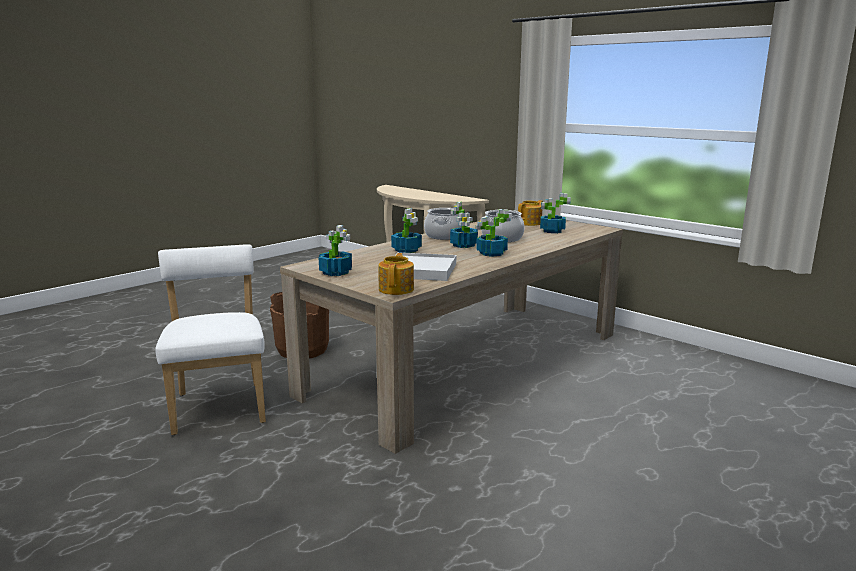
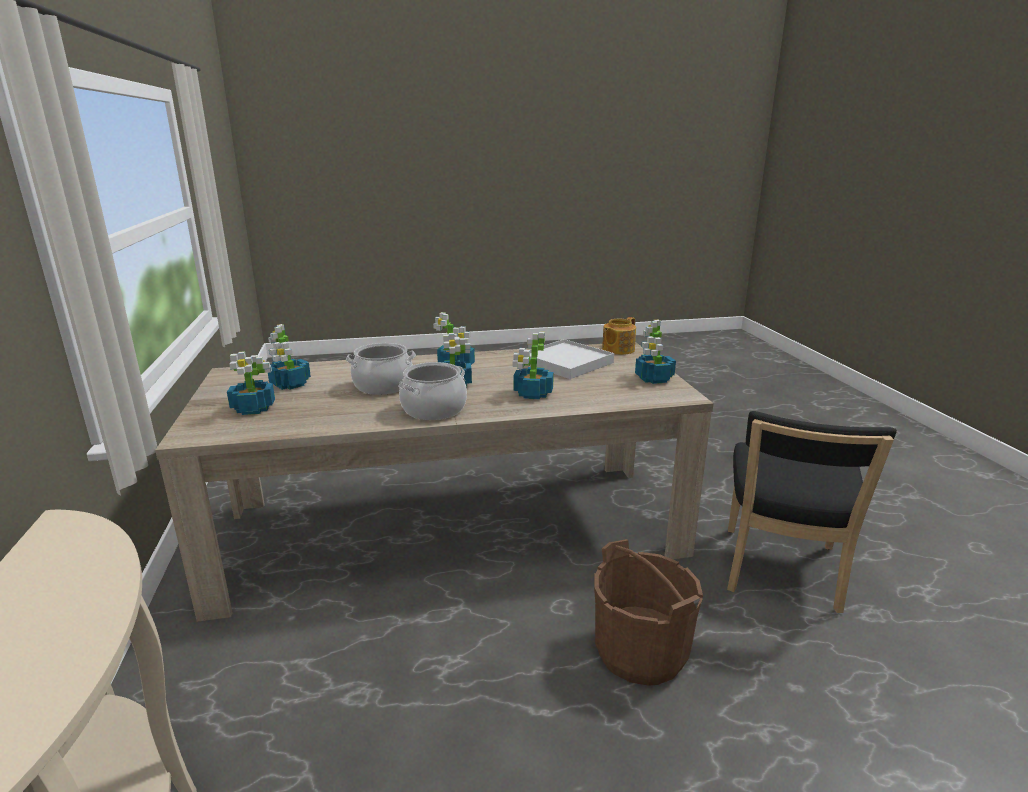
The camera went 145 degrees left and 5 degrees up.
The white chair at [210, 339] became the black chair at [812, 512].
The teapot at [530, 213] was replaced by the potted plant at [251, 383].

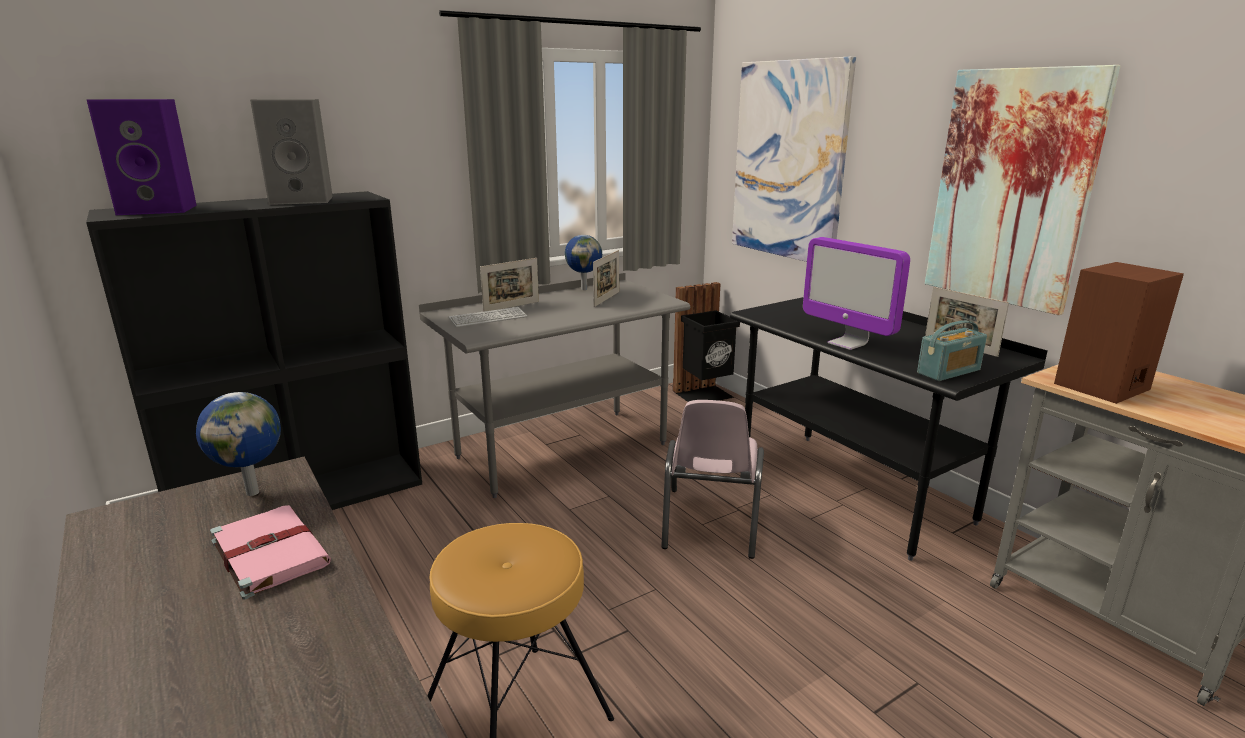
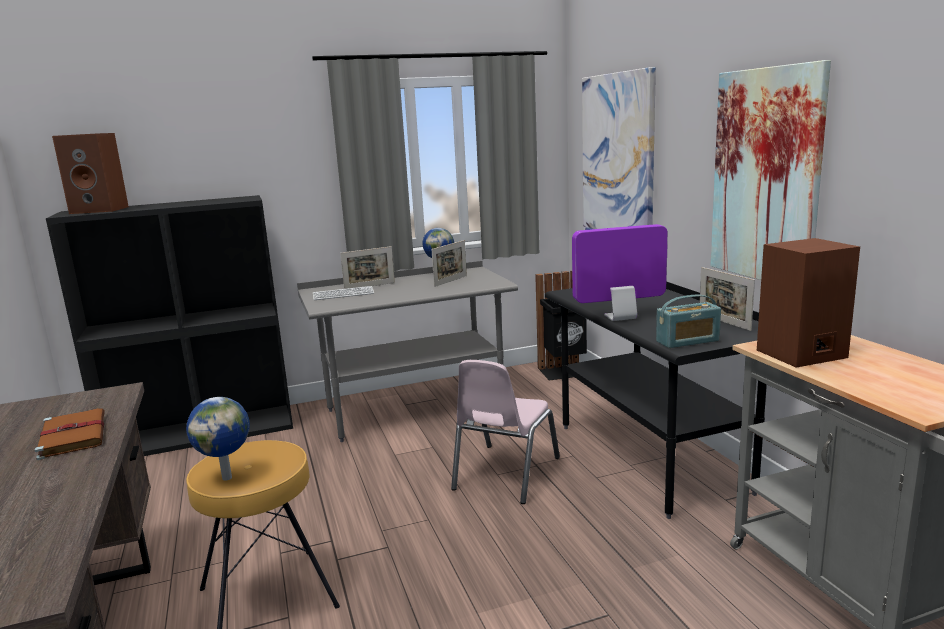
The camera went 15 degrees right and 5 degrees down.
The purple speaker at [142, 157] became the brown speaker at [90, 173].
The globe moved from [238, 444] to [218, 439].
The pink book at [270, 552] became the brown book at [70, 434].
The grey speaker at [291, 152] disappeared.
The monitor at [856, 293] turned 105 degrees clockwise.

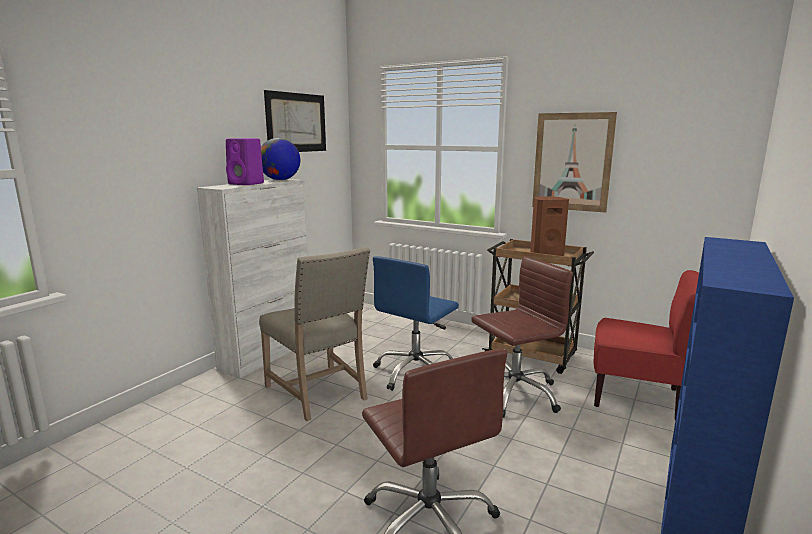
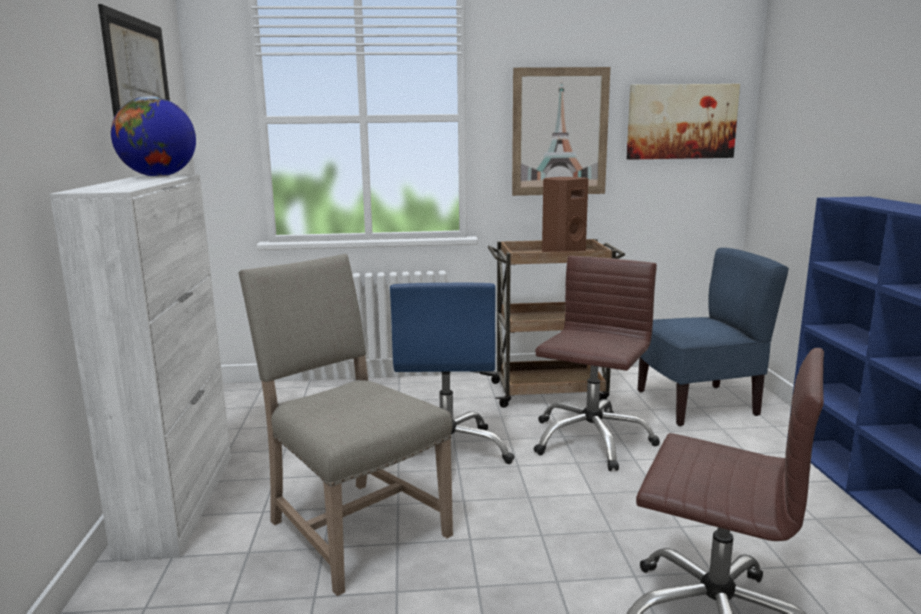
The camera went 35 degrees left and 0 degrees up.
The purple speaker at [245, 161] disappeared.
The beige chair at [314, 334] turned 150 degrees counterclockwise.
The red chair at [646, 345] became the blue chair at [713, 337].
The picture at [683, 122] appeared.

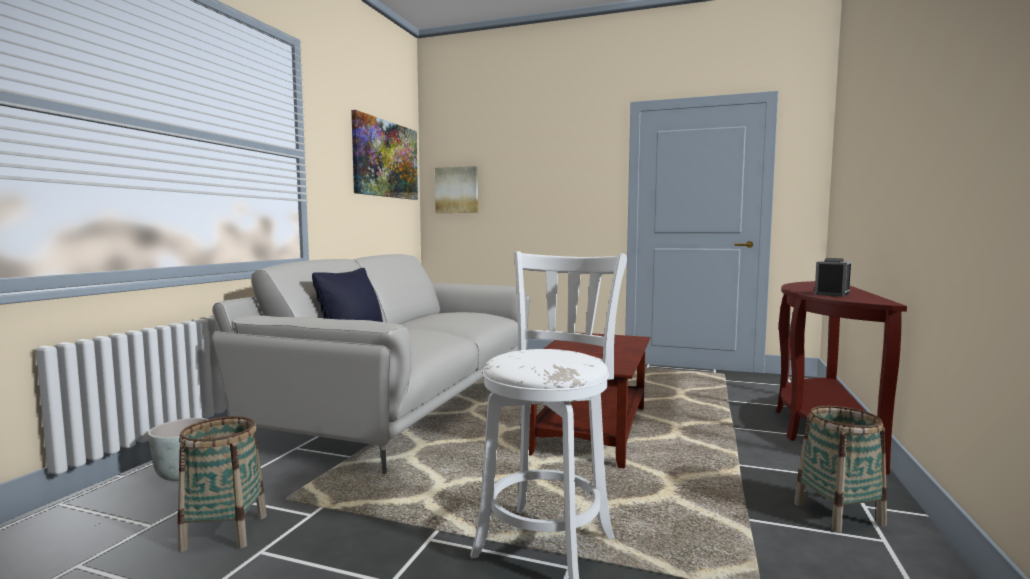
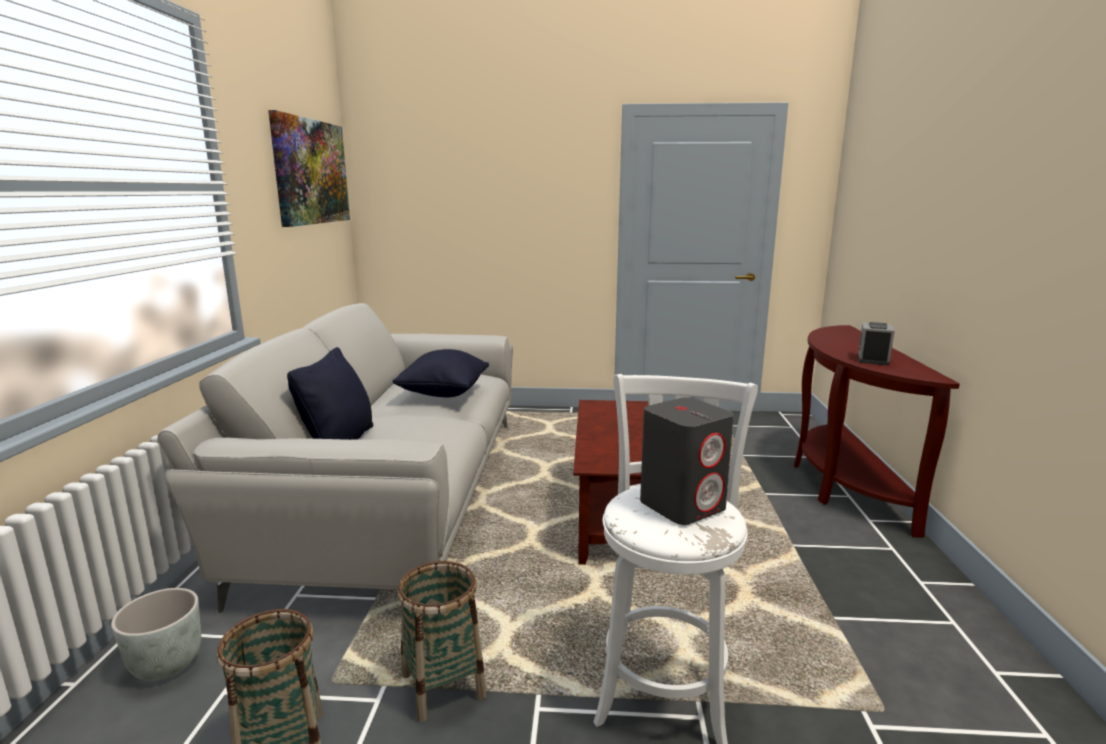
The camera went 15 degrees left and 10 degrees up.
The picture at [456, 189] disappeared.
The basket moved from [840, 469] to [441, 641].
The black pillow at [441, 373] appeared.
The grey speaker at [687, 461] appeared.

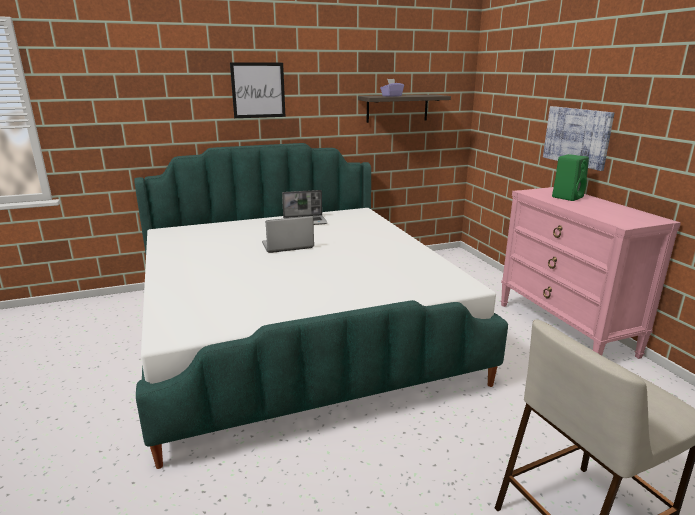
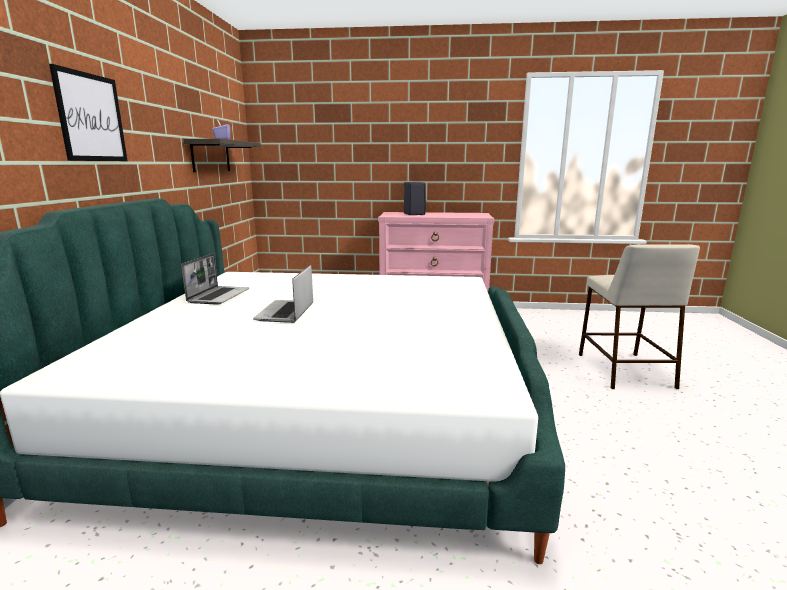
The camera went 65 degrees left and 5 degrees down.
The picture at [578, 138] disappeared.
The green speaker at [570, 177] became the black speaker at [415, 198].

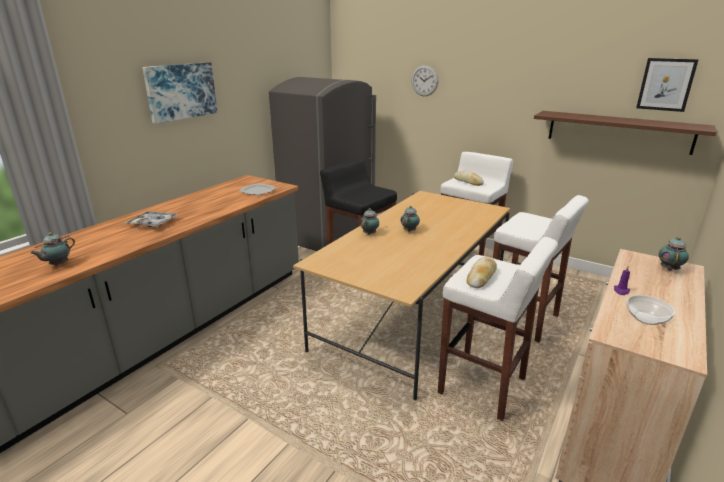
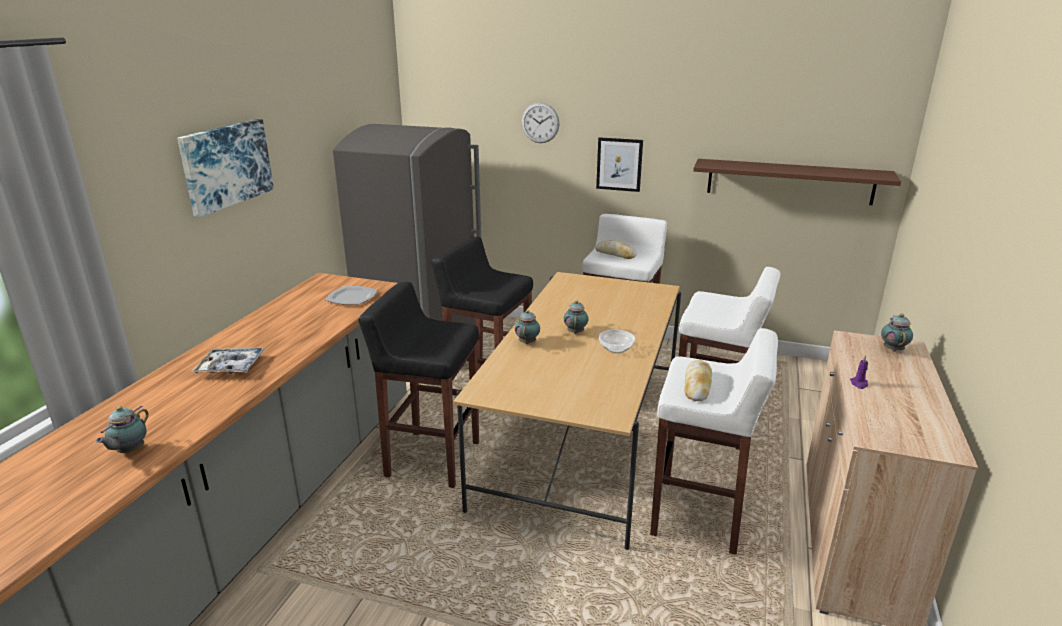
The camera went 15 degrees left and 0 degrees up.
The bowl moved from [651, 310] to [617, 341].
The picture moved from [667, 85] to [619, 164].
The black stool at [418, 385] appeared.

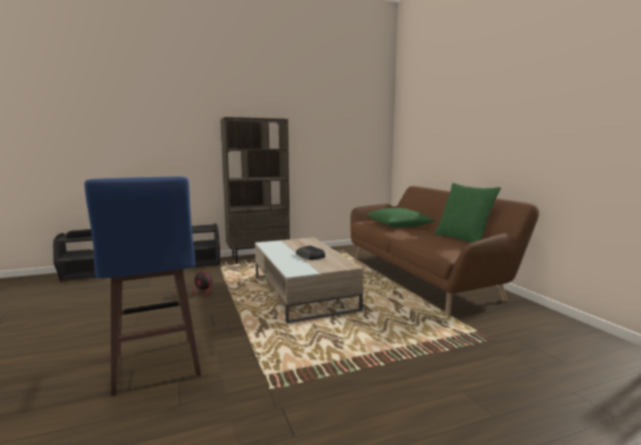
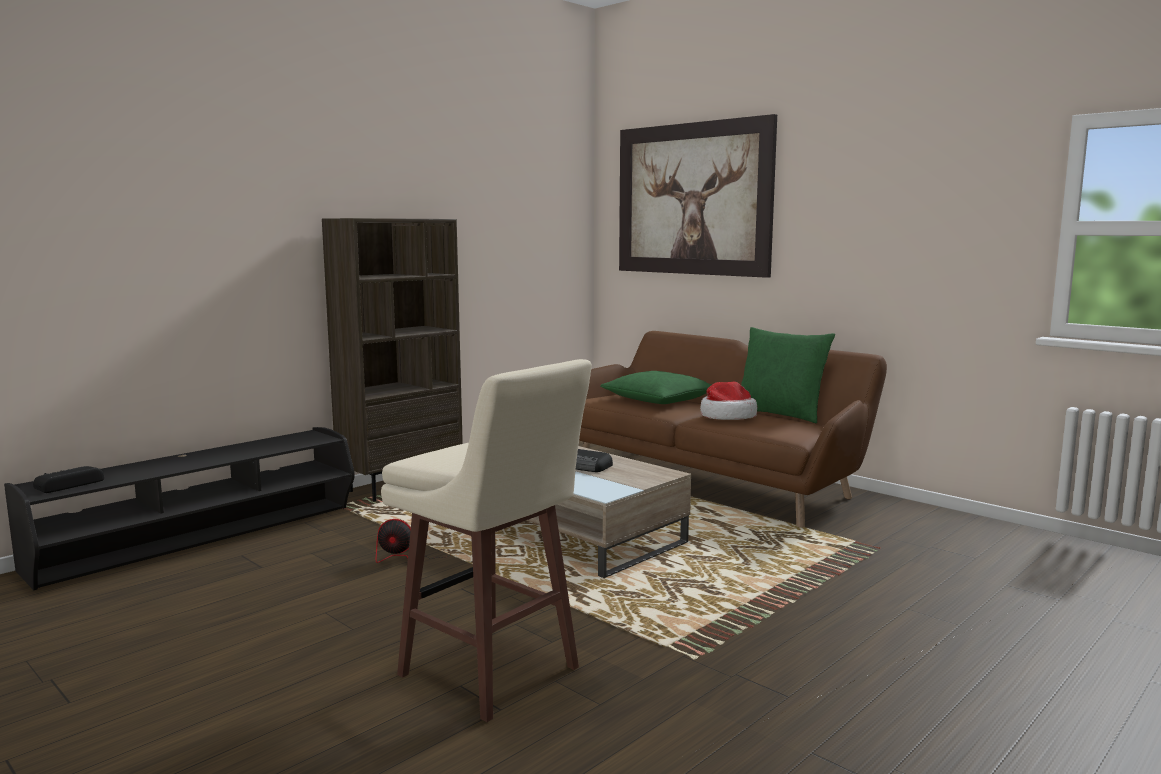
The camera went 25 degrees left and 0 degrees up.
The blue stool at [142, 286] became the beige stool at [486, 540].
The picture at [698, 196] appeared.
The hat at [728, 400] appeared.

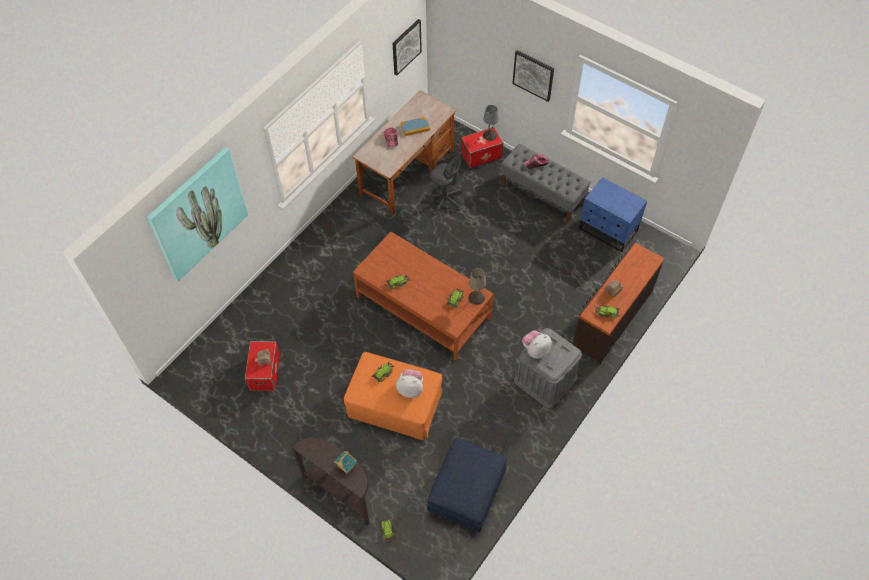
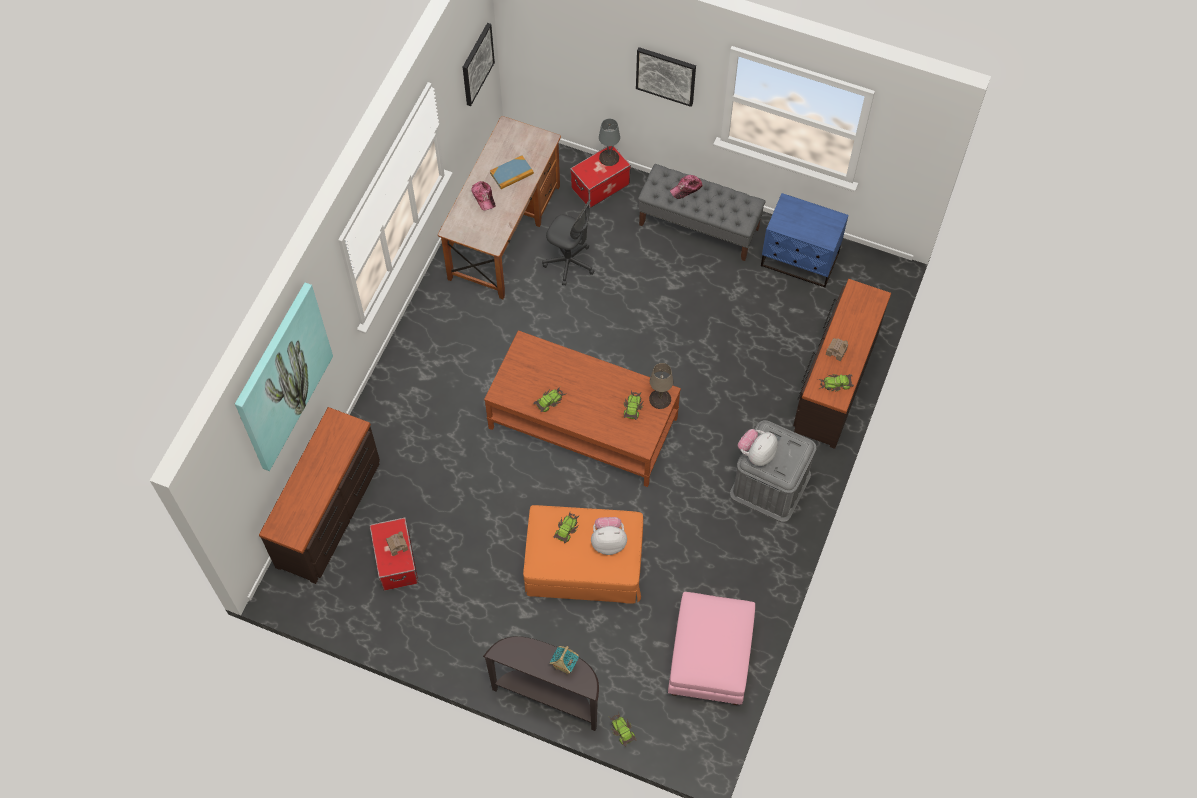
The camera went 15 degrees left and 5 degrees up.
The blue ottoman at [467, 485] became the pink ottoman at [711, 648].
The brown dresser at [319, 495] appeared.

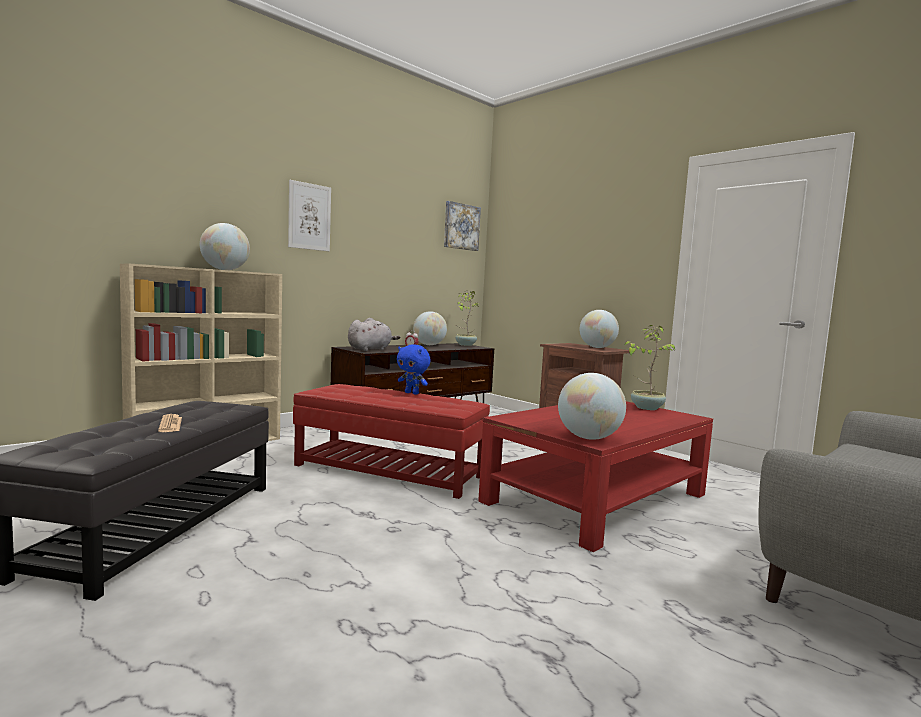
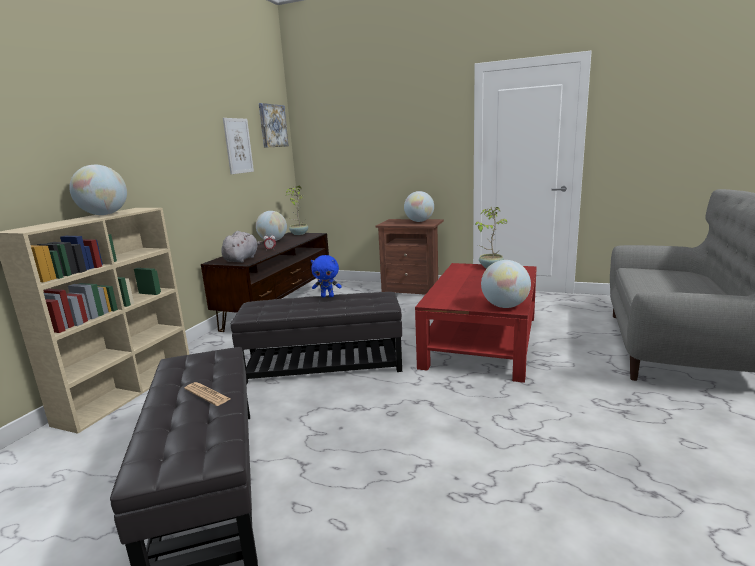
The camera went 25 degrees left and 10 degrees up.
The picture moved from [309, 215] to [238, 146].
The red ottoman at [391, 441] became the black ottoman at [316, 338].

